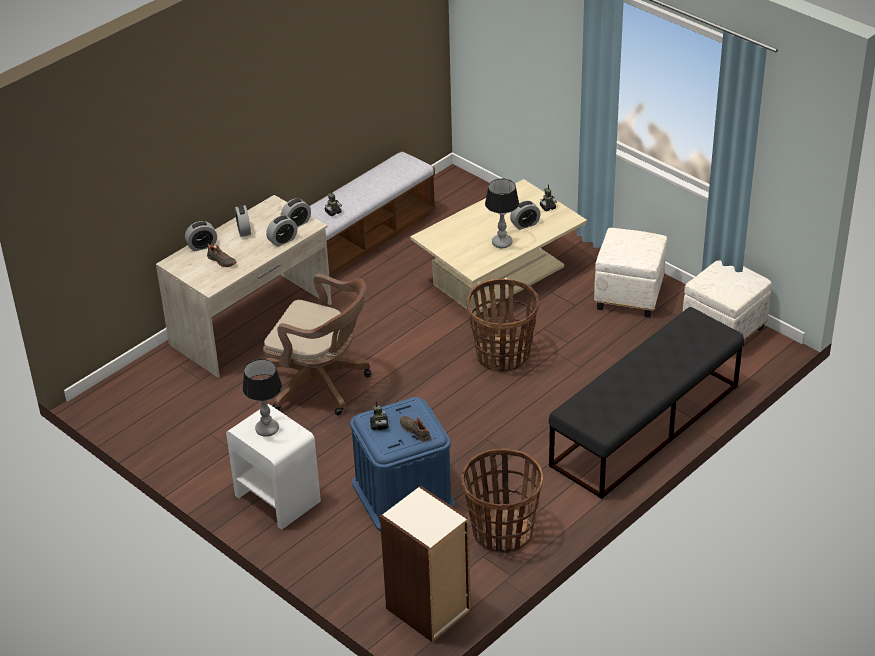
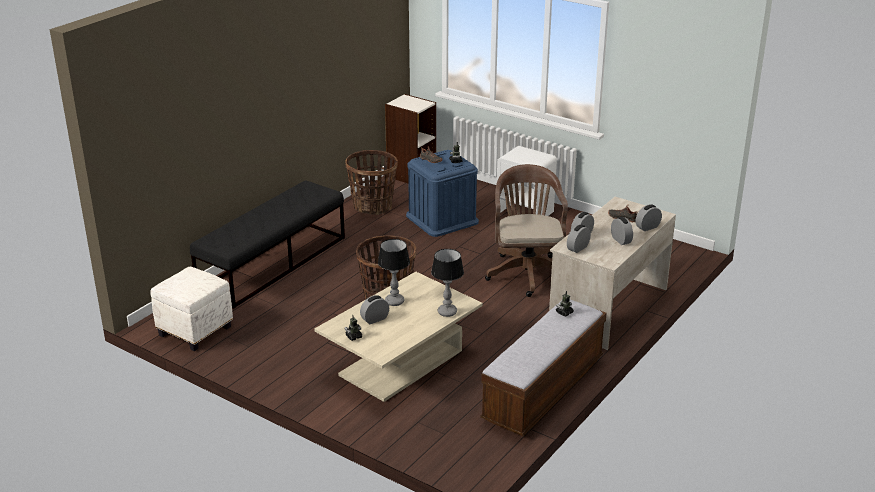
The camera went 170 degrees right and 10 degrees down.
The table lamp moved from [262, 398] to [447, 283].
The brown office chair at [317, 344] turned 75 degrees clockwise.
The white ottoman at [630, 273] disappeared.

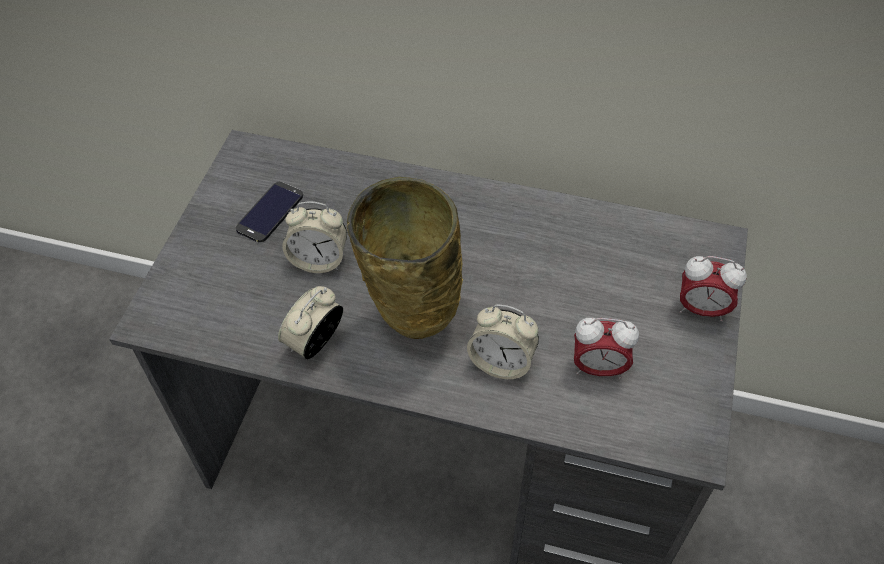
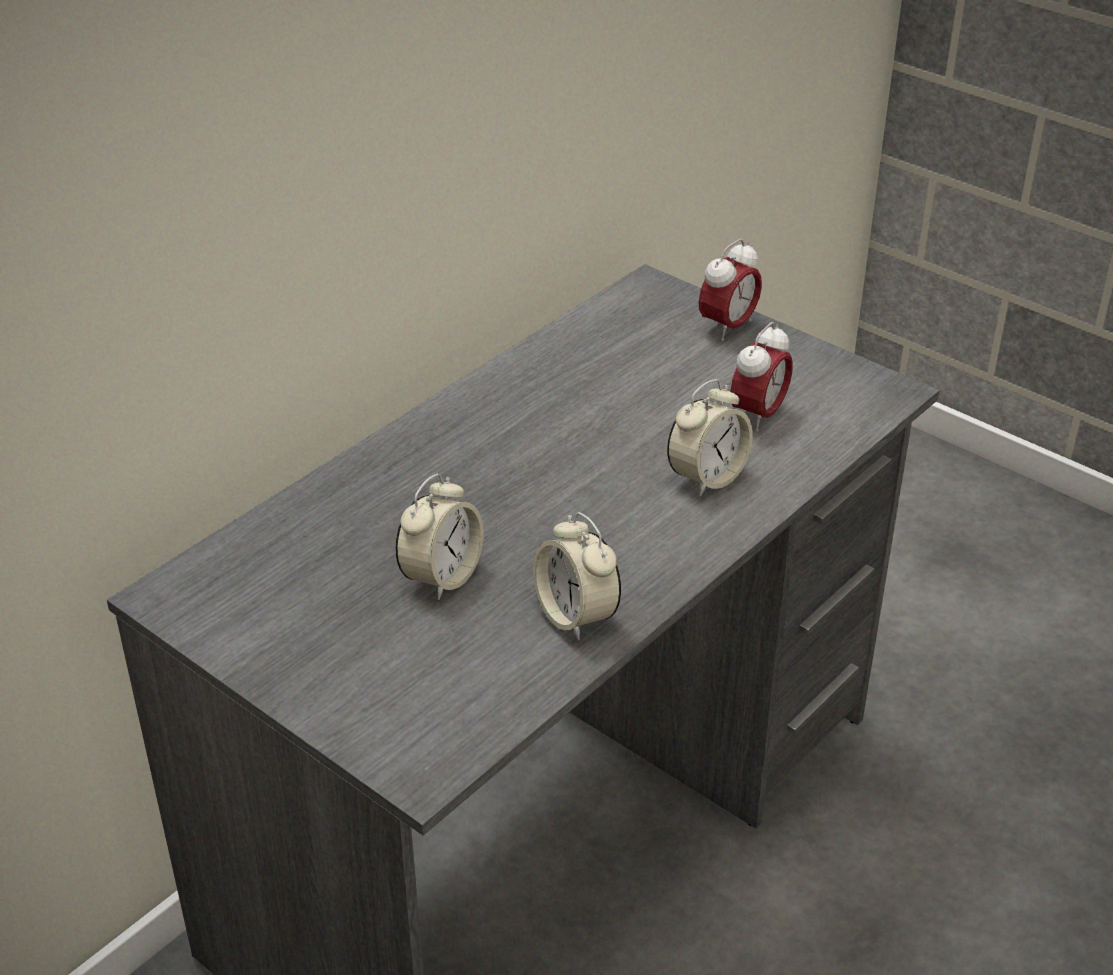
The camera went 65 degrees left and 15 degrees down.
The phone at [269, 212] disappeared.
The beige vase at [405, 258] disappeared.

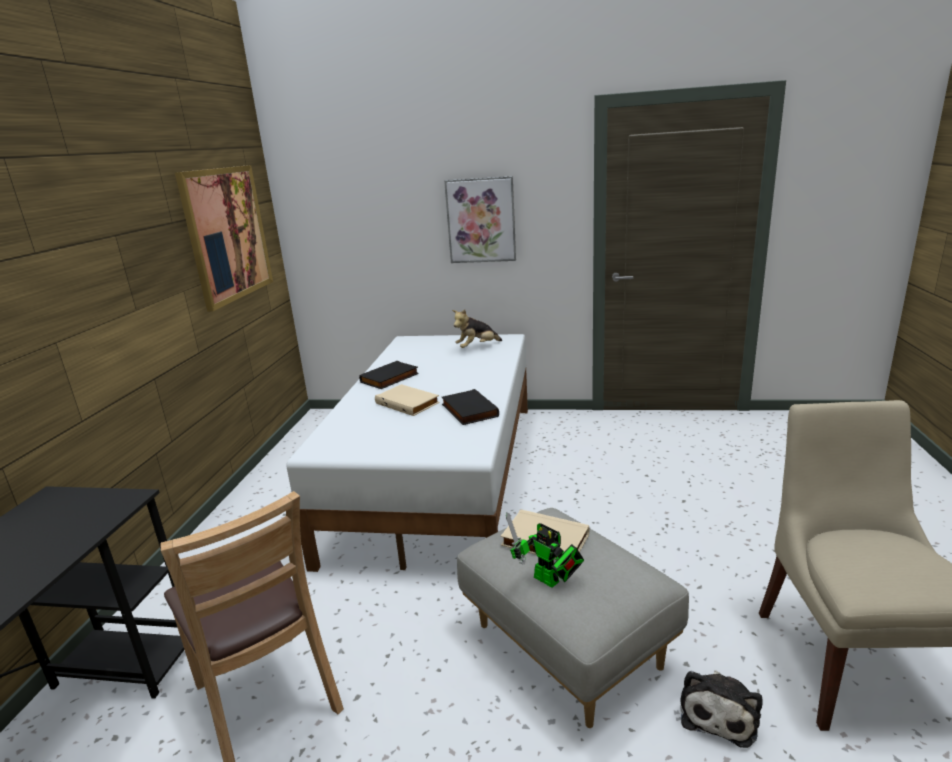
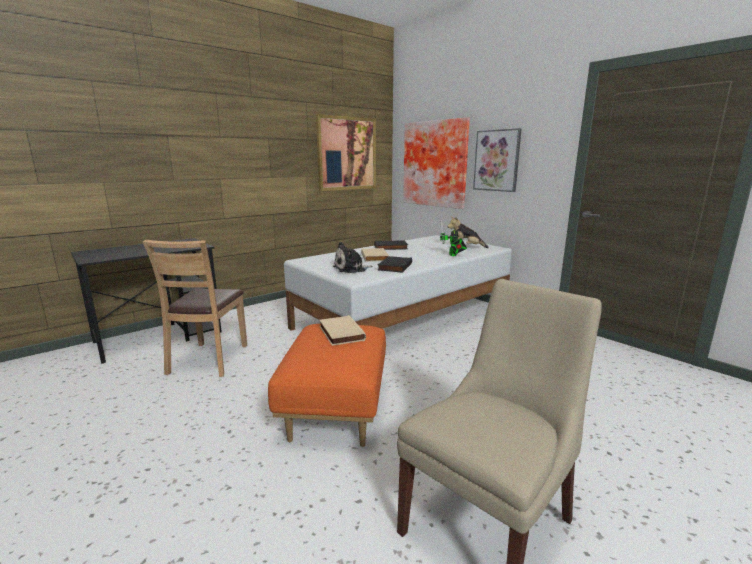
The camera went 40 degrees right and 5 degrees down.
The grey ottoman at [573, 618] became the orange ottoman at [327, 385].
The toy robot moved from [545, 550] to [453, 238].
The plush toy moved from [721, 709] to [353, 257].
The picture at [436, 163] appeared.

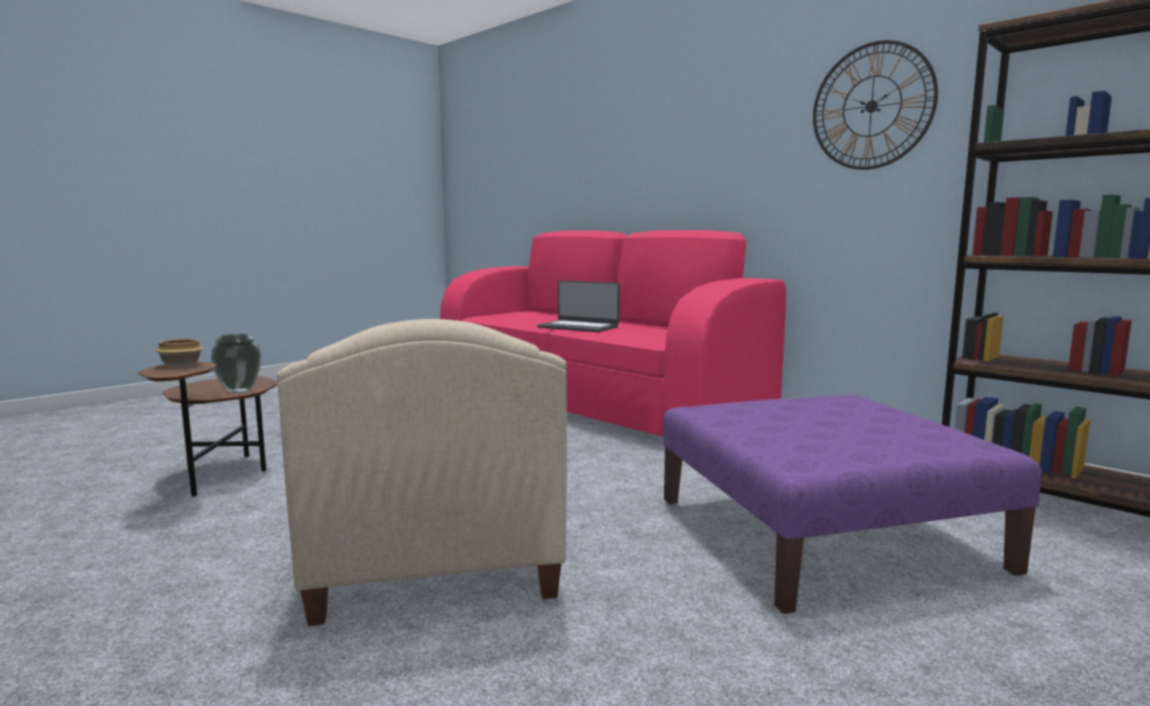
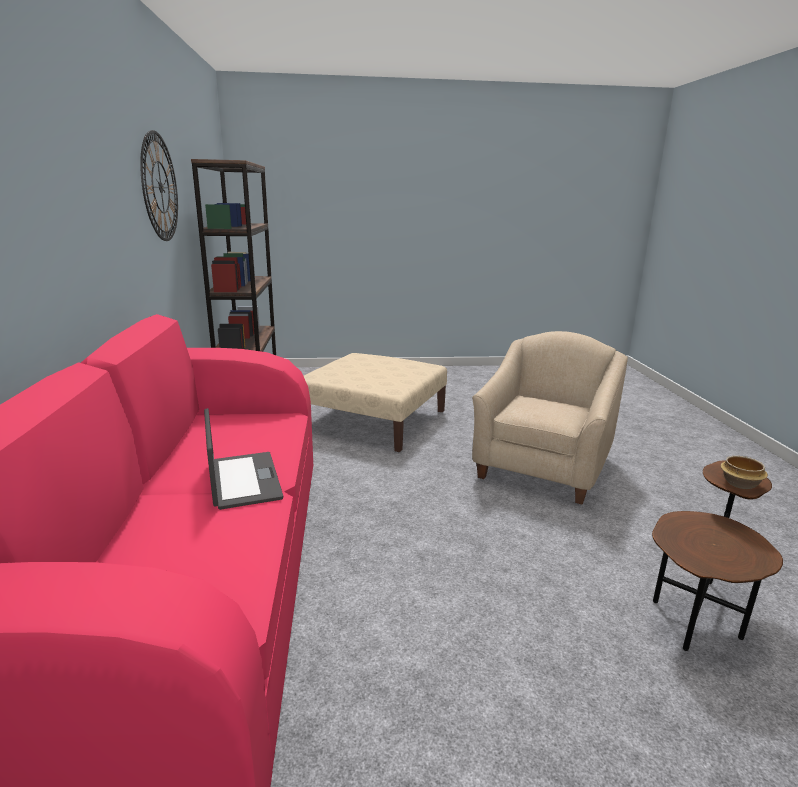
The camera went 140 degrees left and 10 degrees up.
The vase at [236, 363] disappeared.
The purple ottoman at [852, 504] became the beige ottoman at [375, 402].

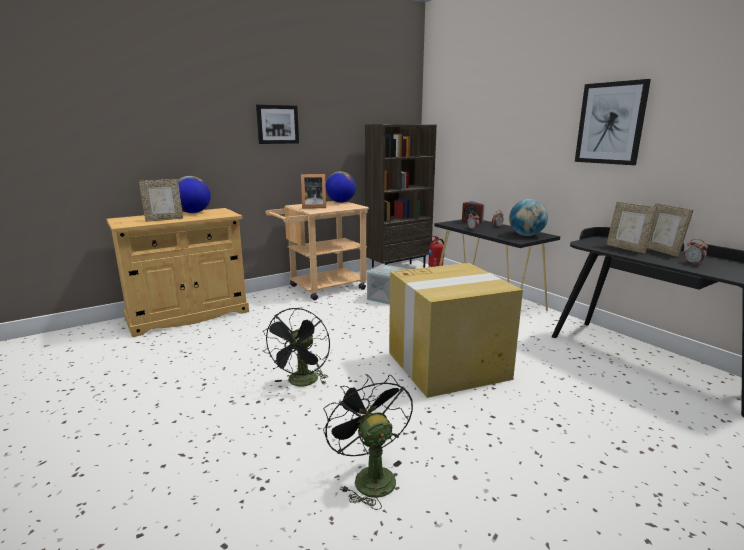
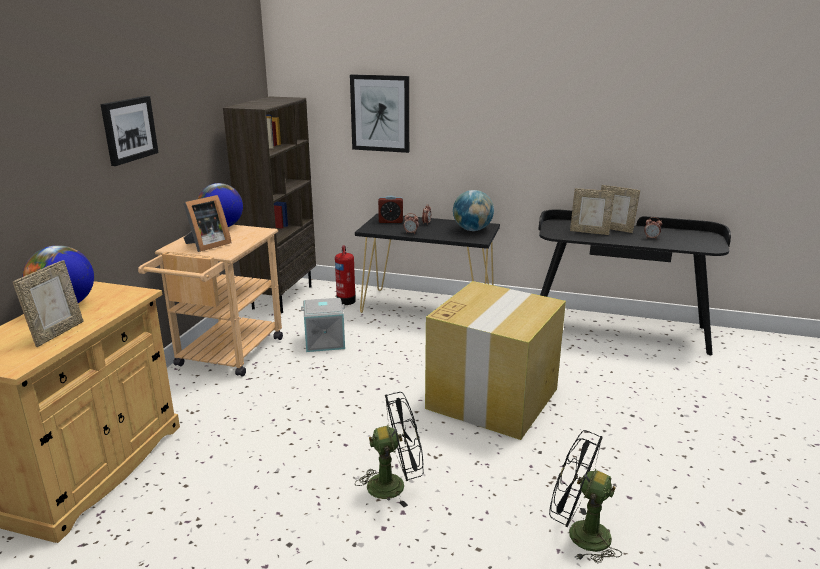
The camera went 40 degrees left and 5 degrees up.
The black fan at [296, 347] turned 75 degrees counterclockwise.
The picture moved from [613, 122] to [379, 113].

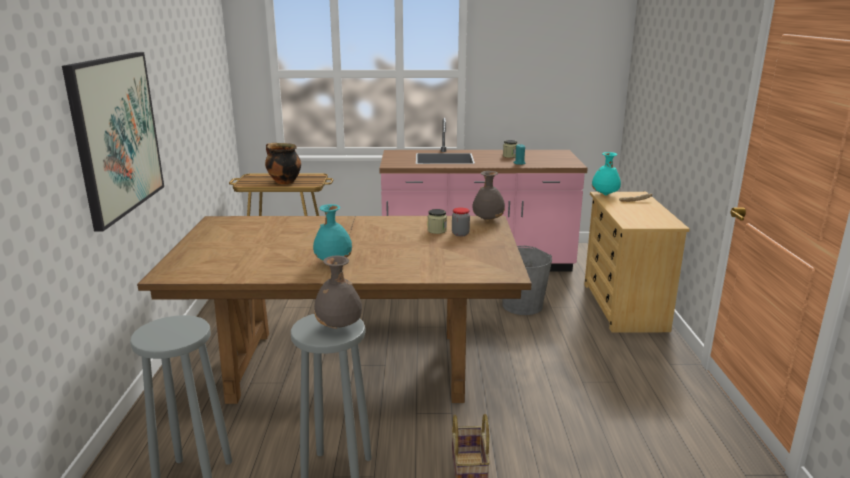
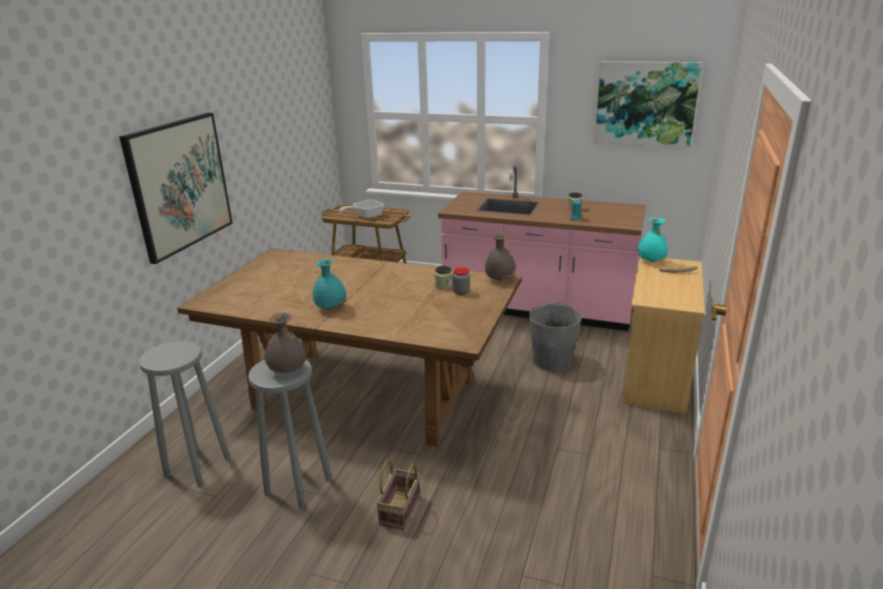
The camera went 20 degrees right and 5 degrees up.
The cooking pot at [283, 164] was replaced by the frying pan at [361, 209].
The picture at [648, 104] appeared.

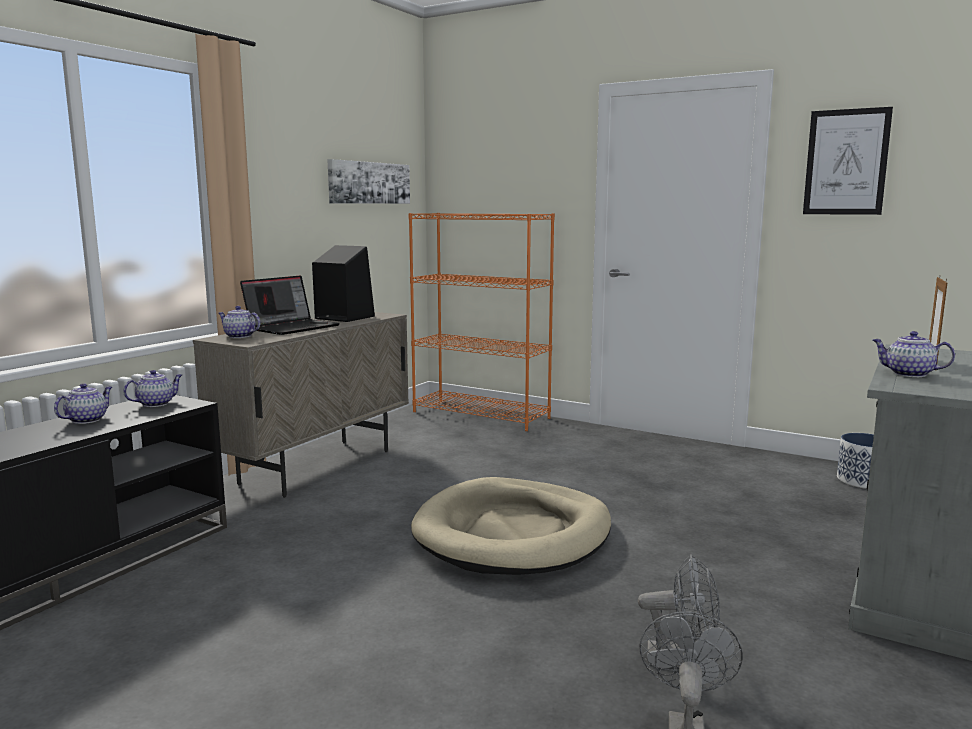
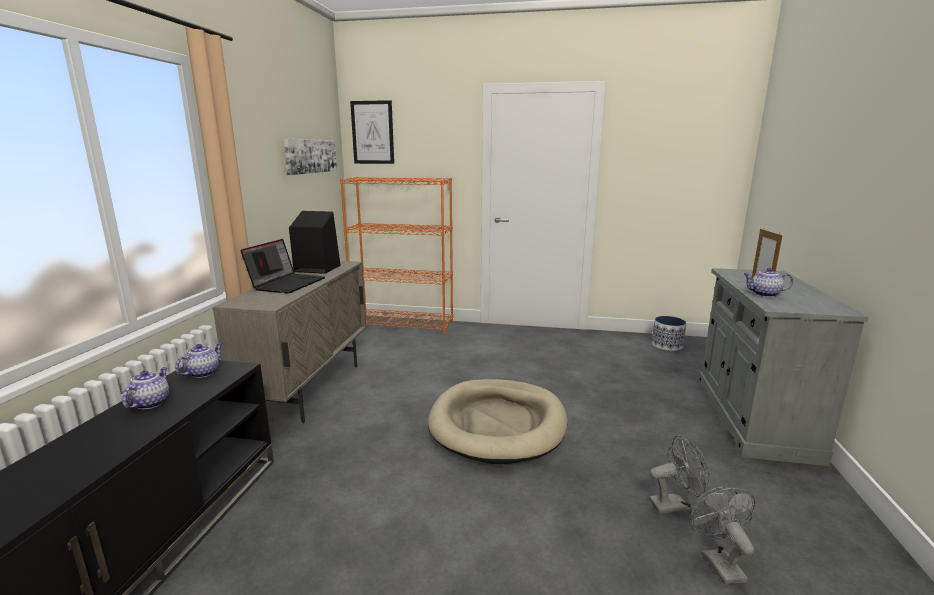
The camera went 20 degrees left and 5 degrees up.
The teapot at [239, 322] disappeared.
The picture moved from [848, 161] to [372, 132].

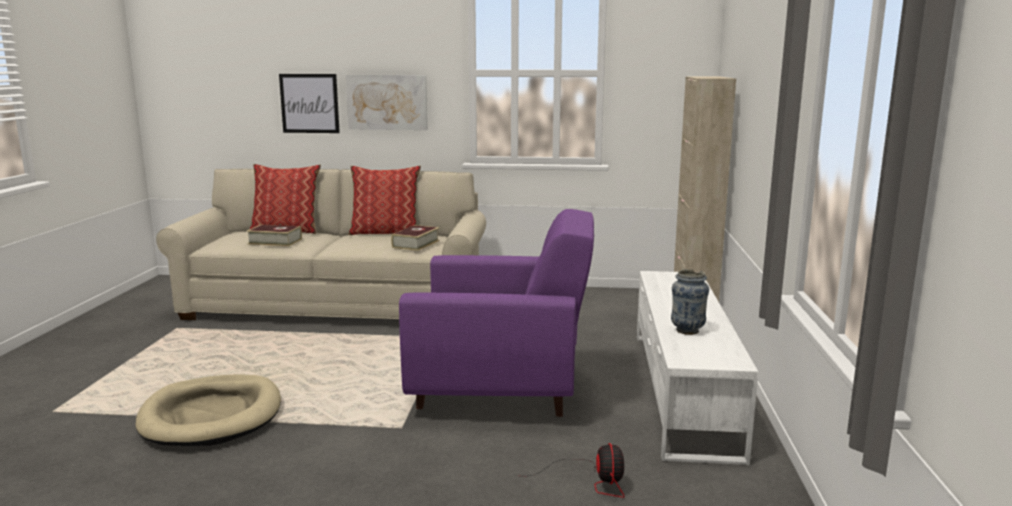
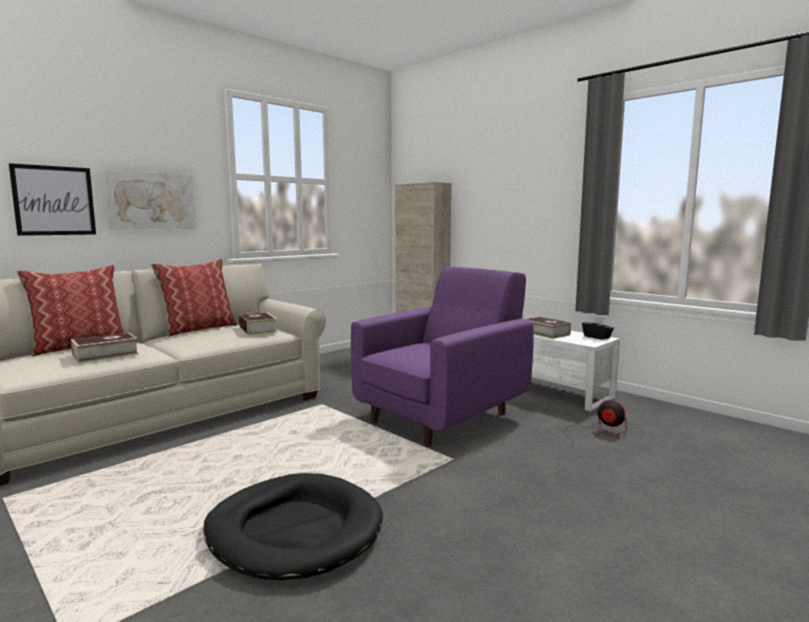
The camera went 50 degrees left and 5 degrees down.
The beige dog bed at [208, 410] became the black dog bed at [293, 526].
The vase at [690, 302] was replaced by the book at [548, 328].
The black tissue box at [598, 328] appeared.

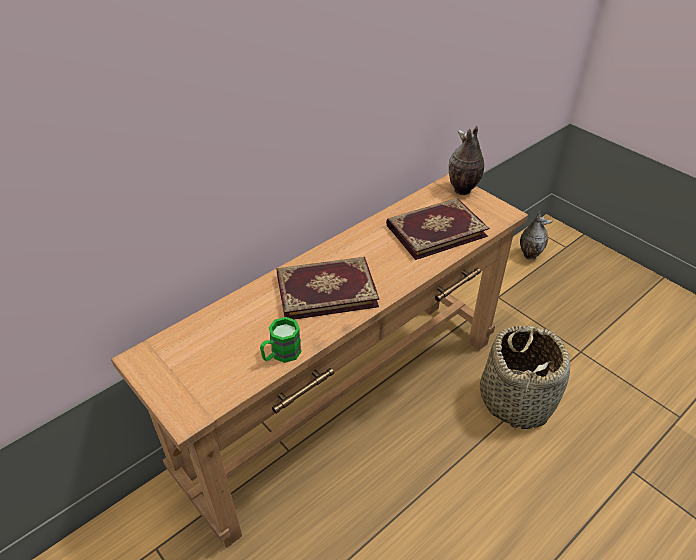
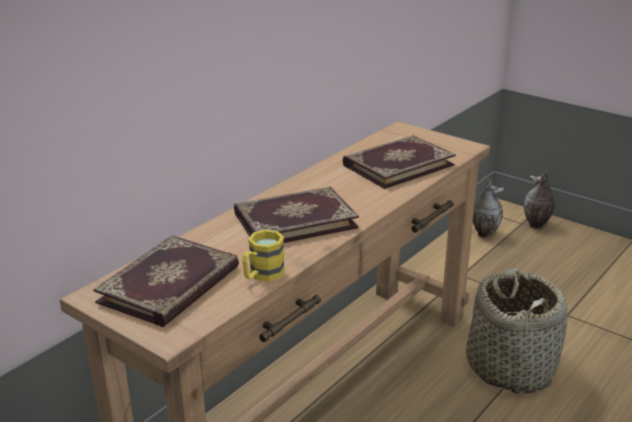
The camera went 10 degrees left and 15 degrees down.
The green mug at [281, 340] became the yellow mug at [263, 256].
The vase moved from [466, 160] to [539, 199].
The book at [166, 281] appeared.

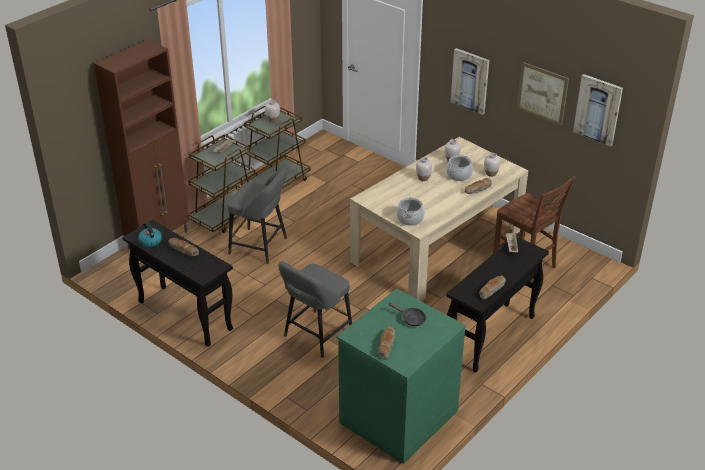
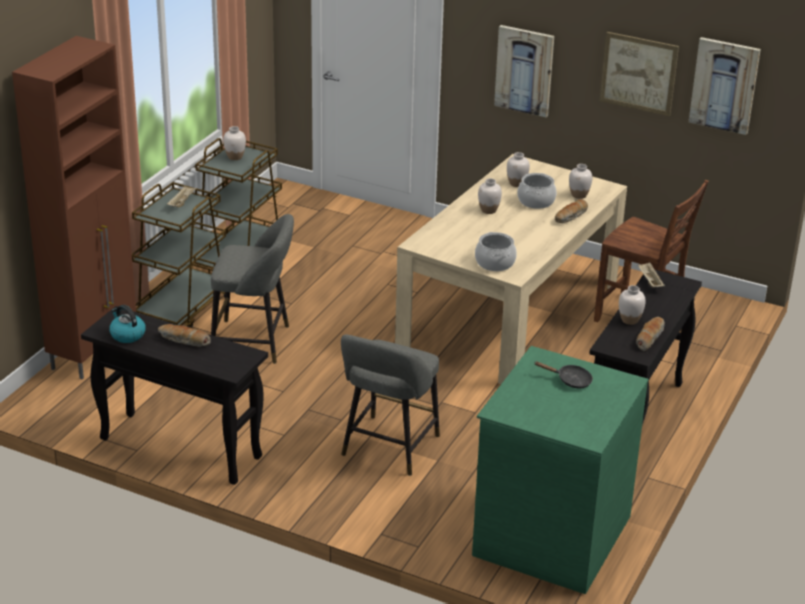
The camera went 15 degrees left and 5 degrees down.
The bread at [386, 343] disappeared.
The white vase at [632, 305] appeared.

